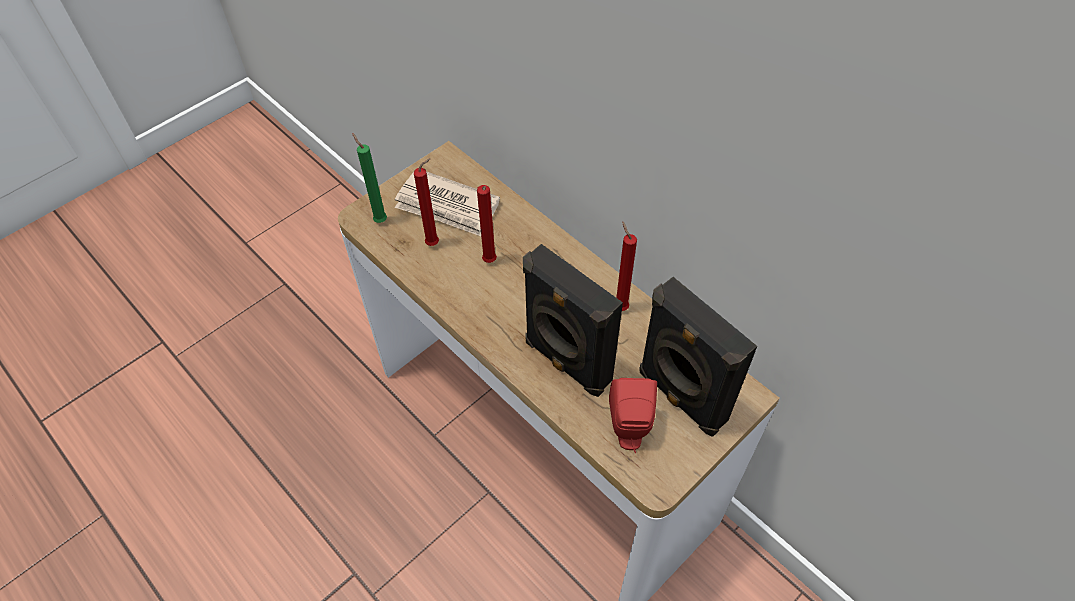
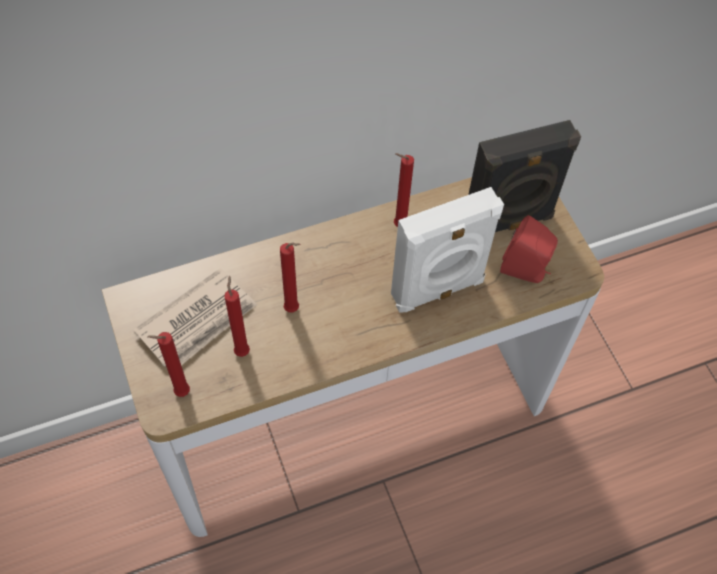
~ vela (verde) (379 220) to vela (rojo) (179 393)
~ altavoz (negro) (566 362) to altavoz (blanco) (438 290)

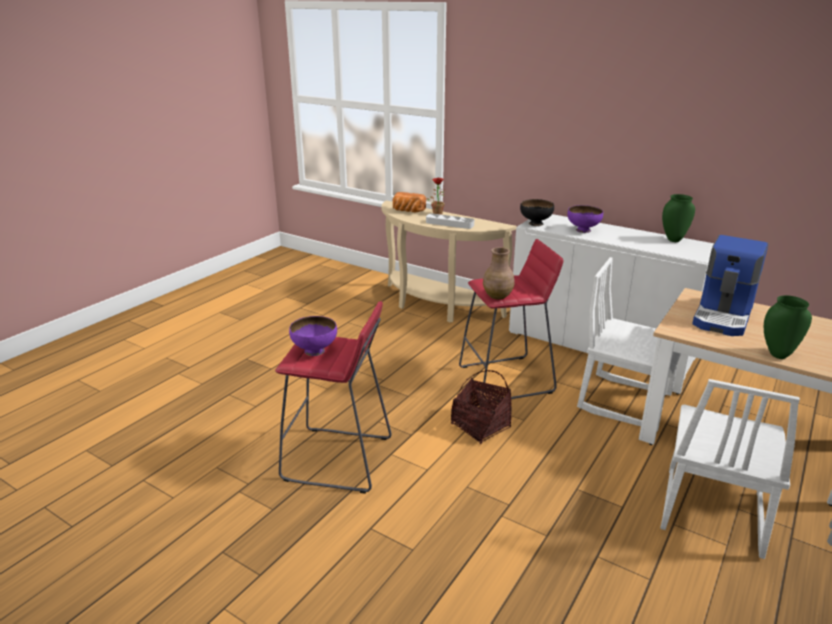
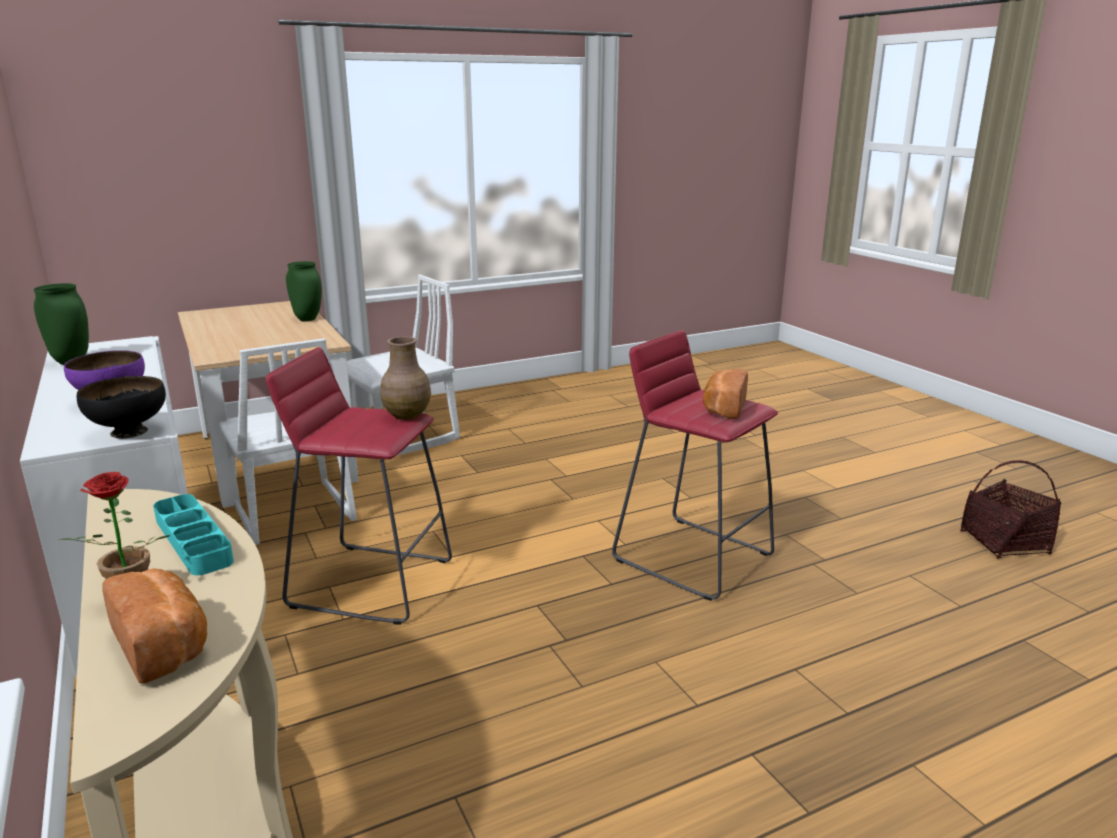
- cafetera (724 316)
~ cesta (480 426) to (1004 543)
~ cuenco (morado) (314 351) to pan (723 408)
~ bandeja (gris) (449 224) to bandeja (turquesa) (193 540)

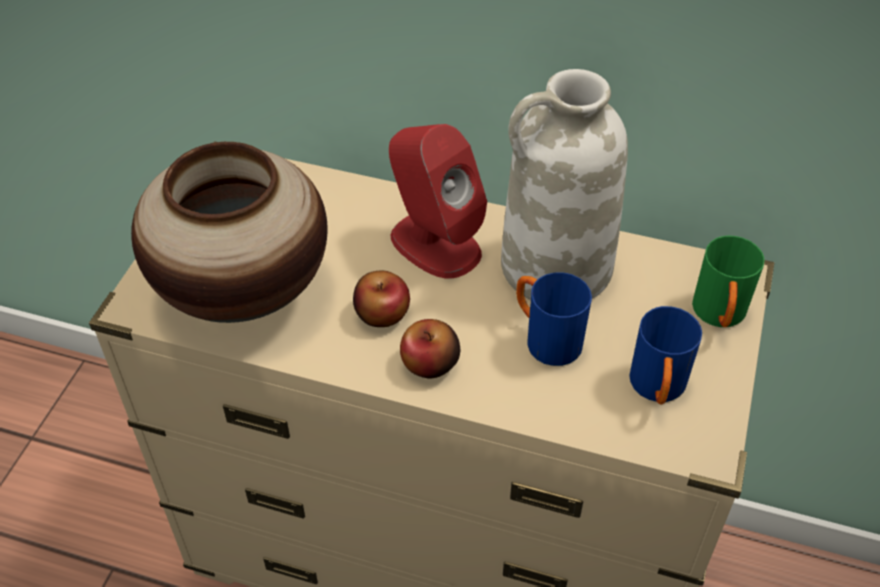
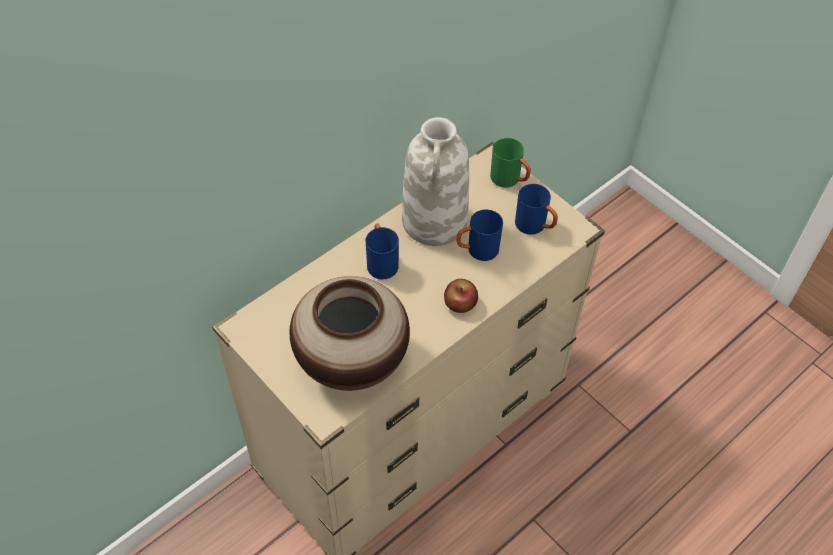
- manzana (382 313)
~ altavoz (rojo) (434 243) to taza grande (azul) (381 262)

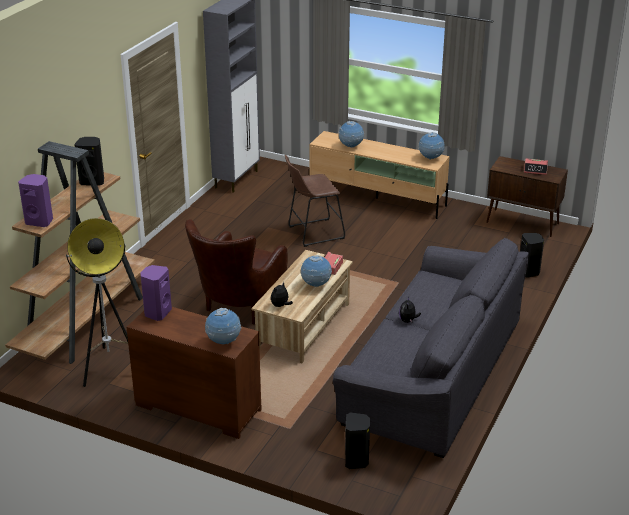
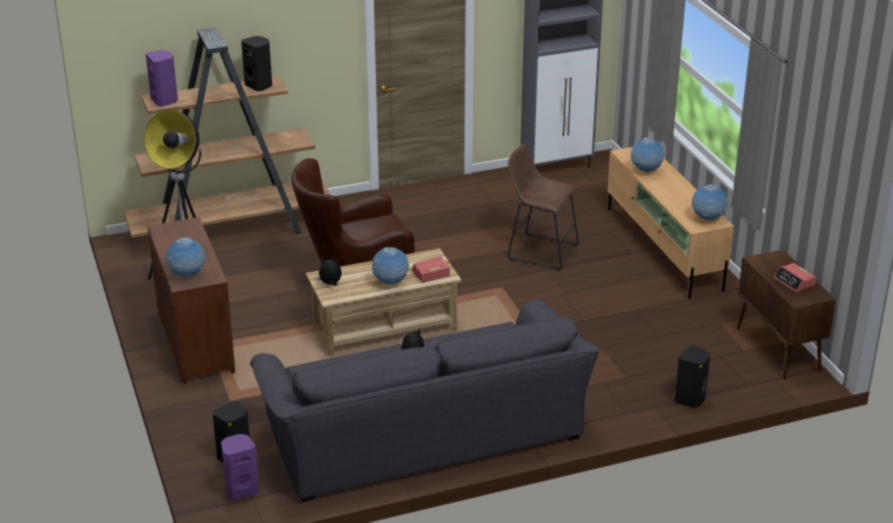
~ altavoz (morado) (157 313) to (241 490)

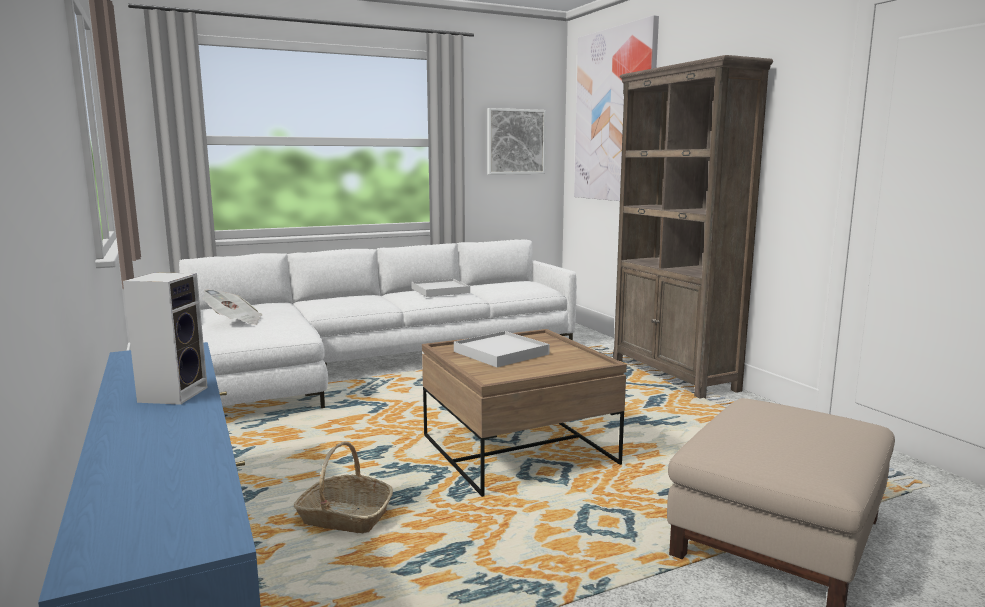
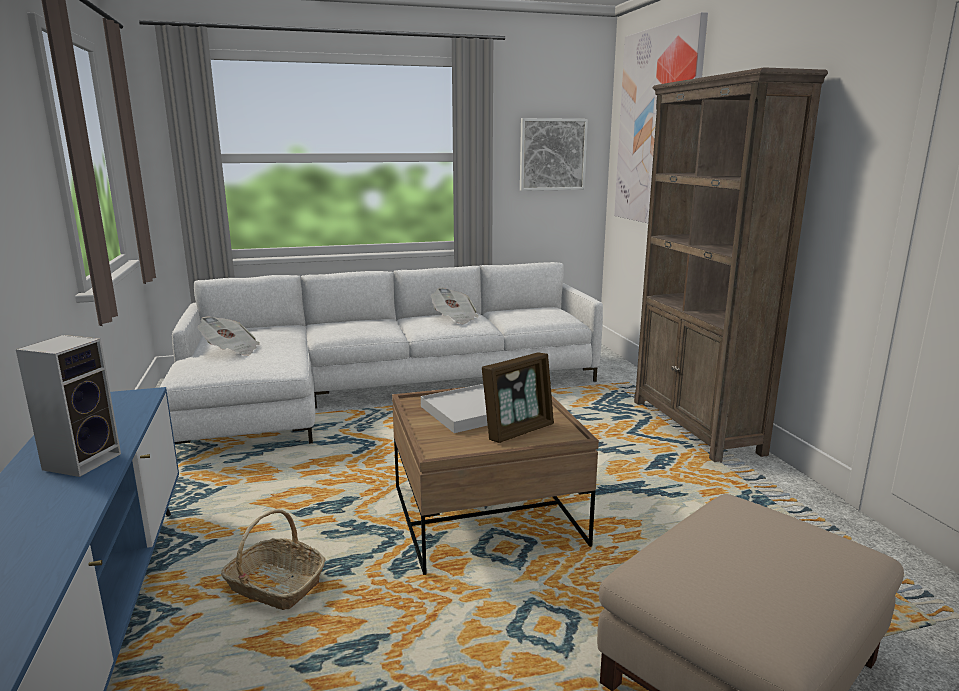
+ portarretratos (518 431)
~ bandeja (blanco) (440 291) to periódico (454 318)

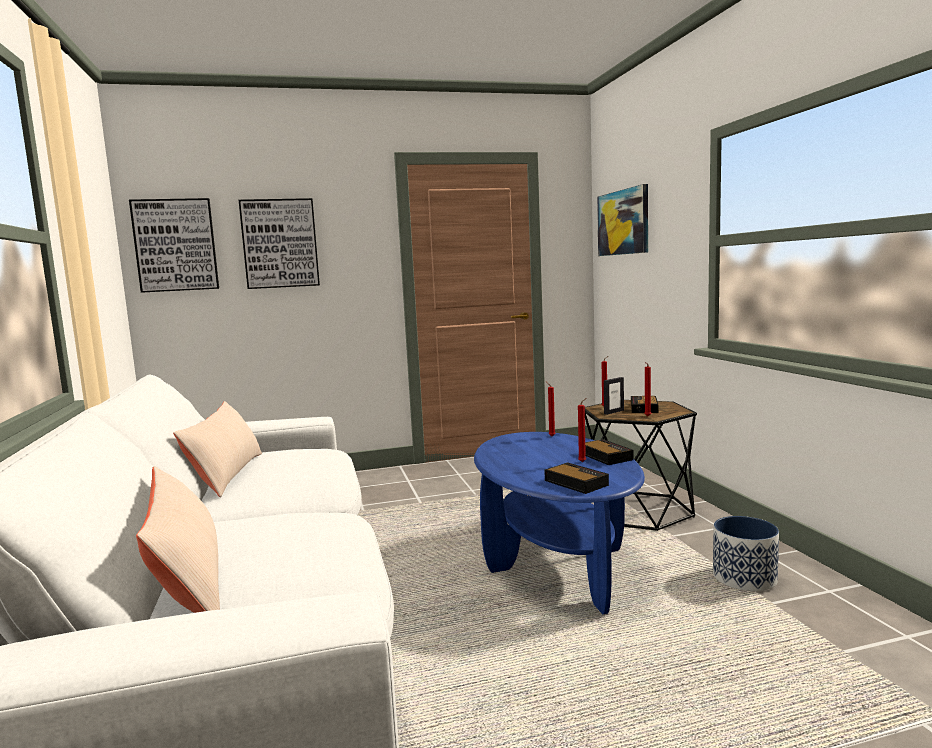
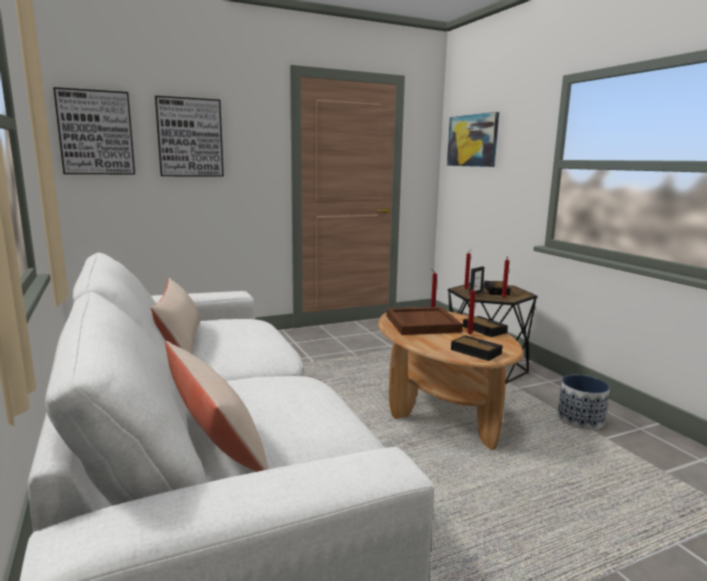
+ bandeja (marrón) (421 323)
~ mesa de centro (azul) (556 561) to mesa de centro (marrón) (440 409)

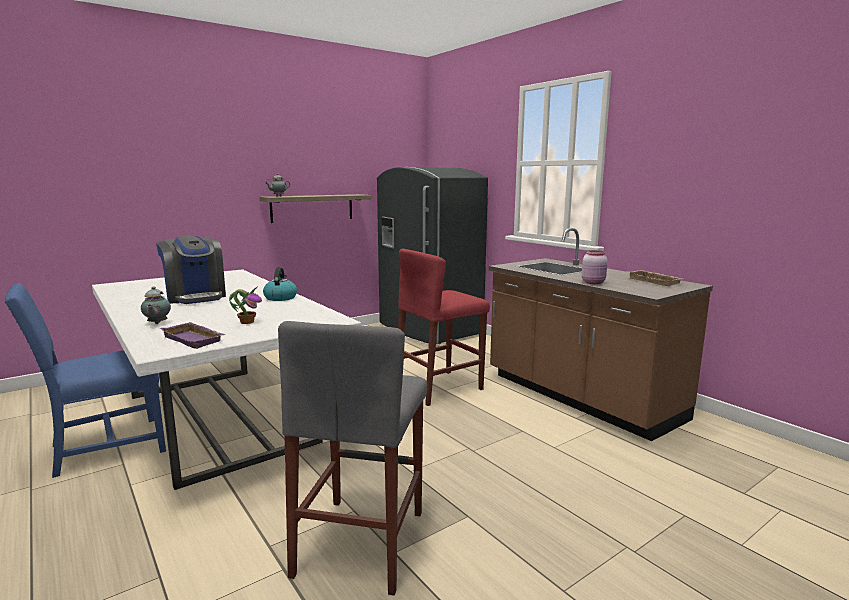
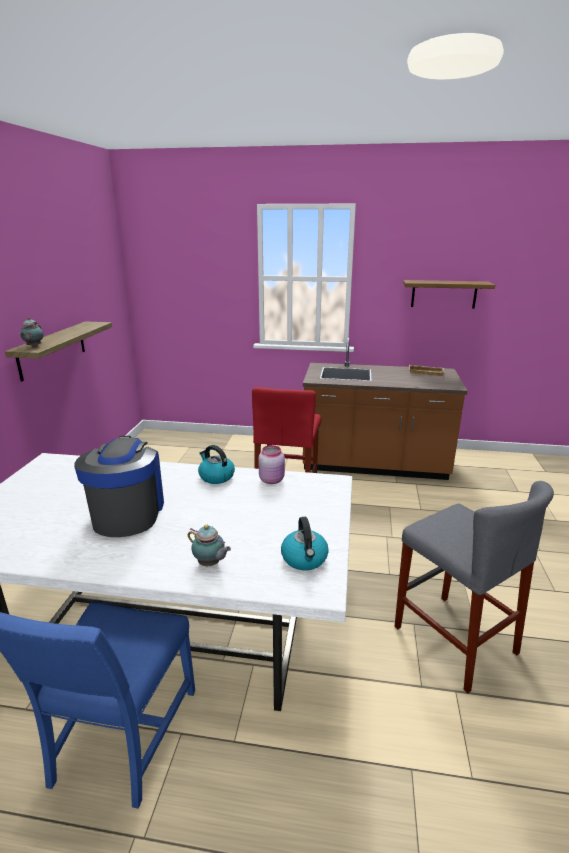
- planta en maceta (247 322)
- nevera (gris) (428 329)
+ estante (444 294)
~ tarro (rosa) (594 282) to (272 480)
~ bandeja (morado) (195 339) to hervidor (304 559)
~ cafetera (195 297) = (128 513) 105 degrees counterclockwise

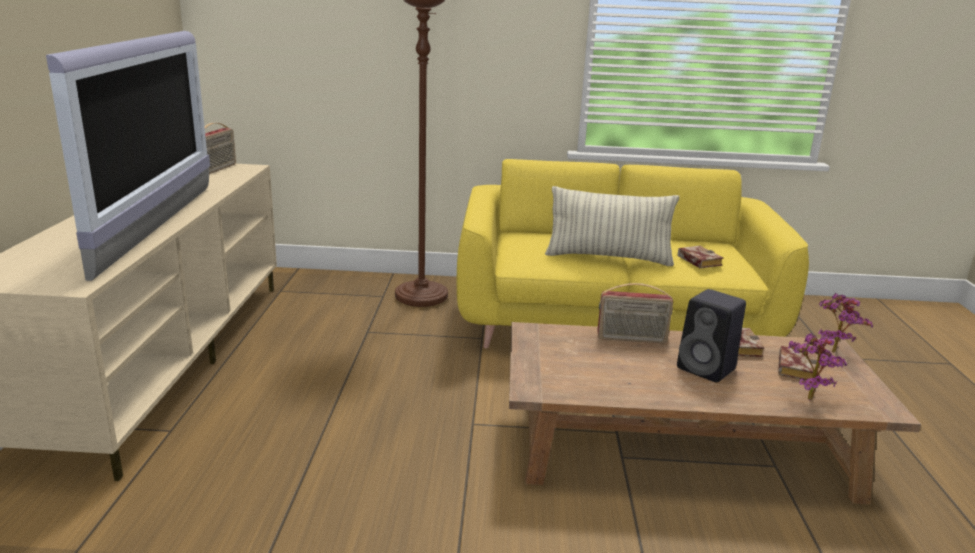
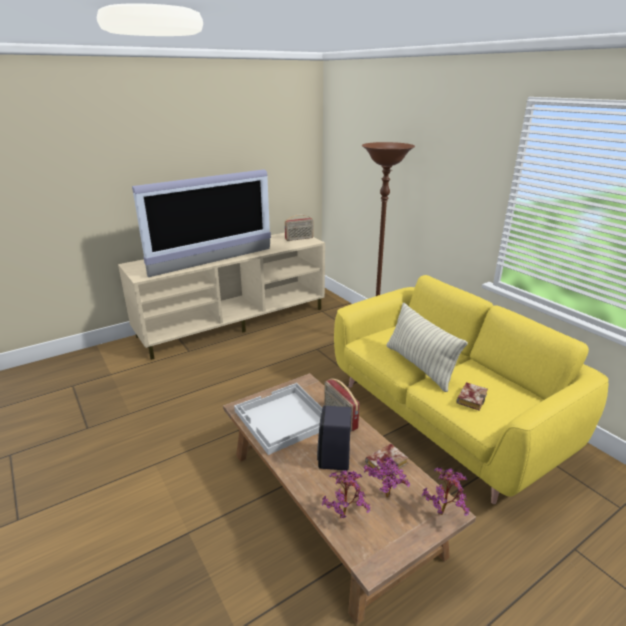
+ bandeja (blanco) (283 419)
~ libro (794 367) to planta en maceta (385 498)

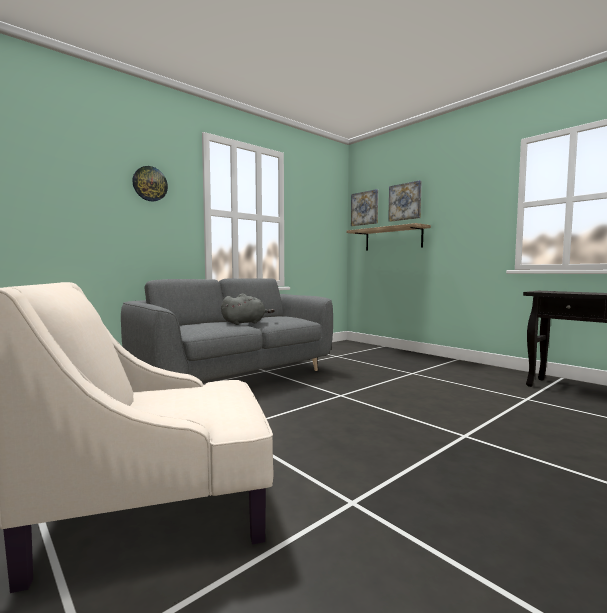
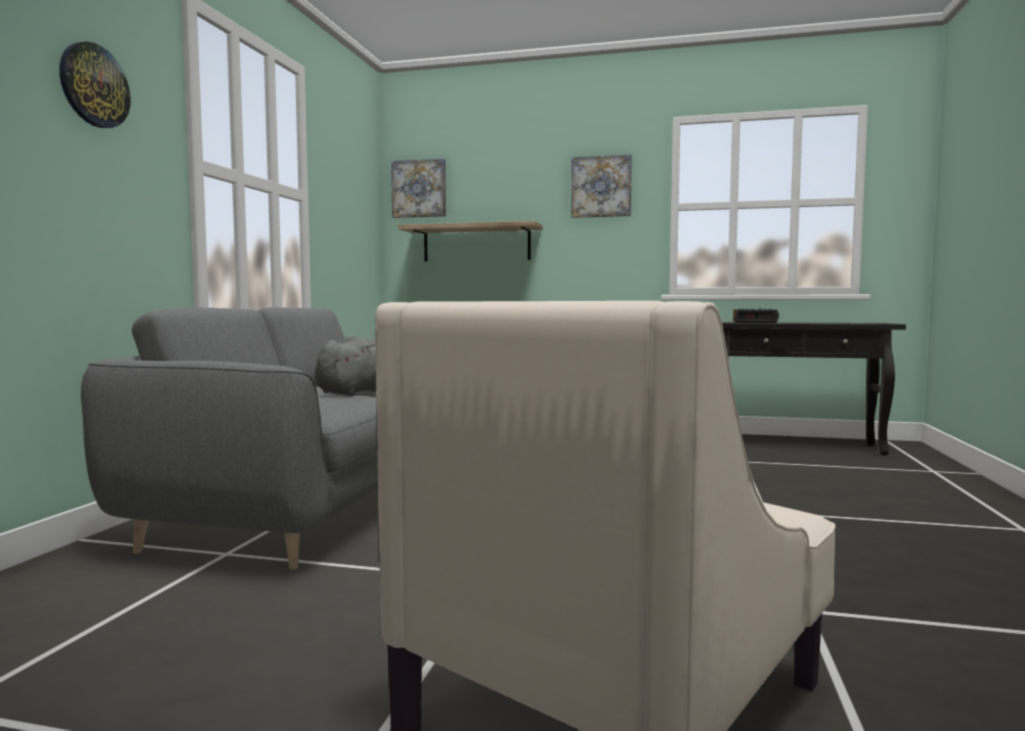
+ despertador (755 322)
~ cuadro (405 201) to (601 187)

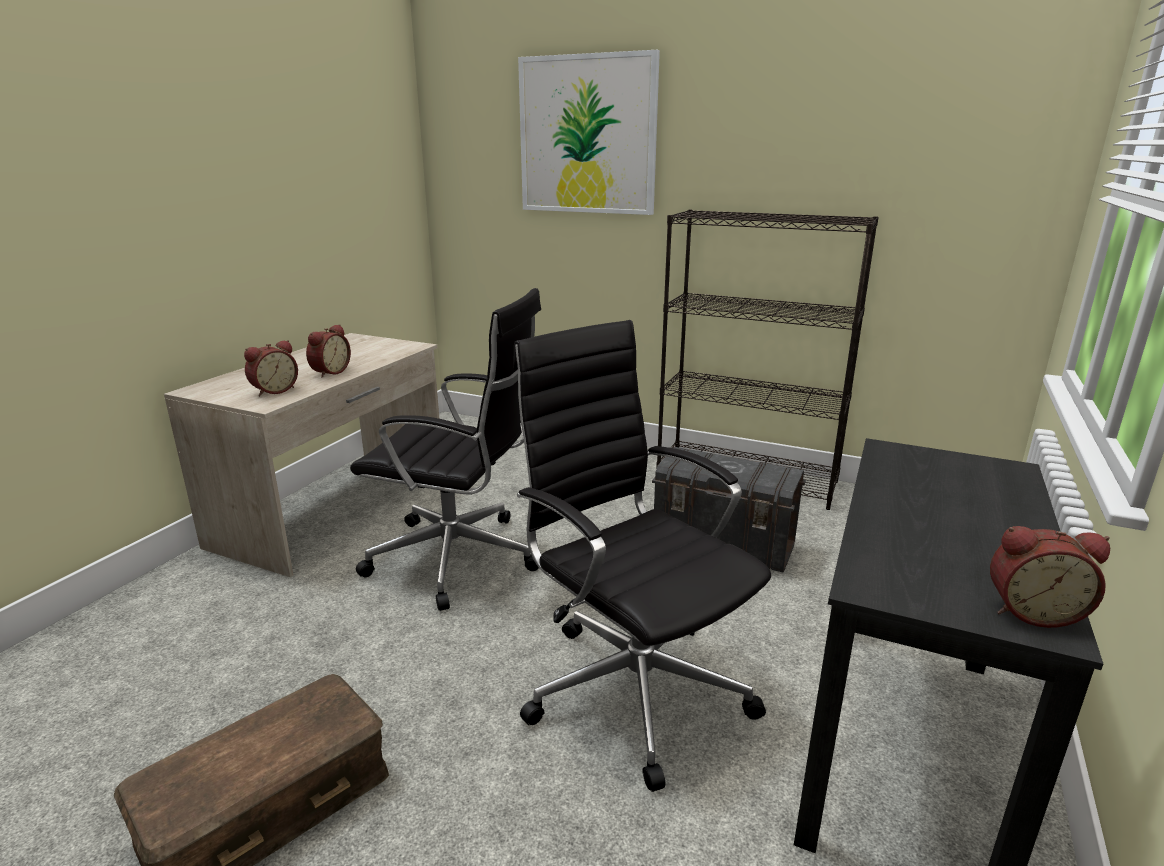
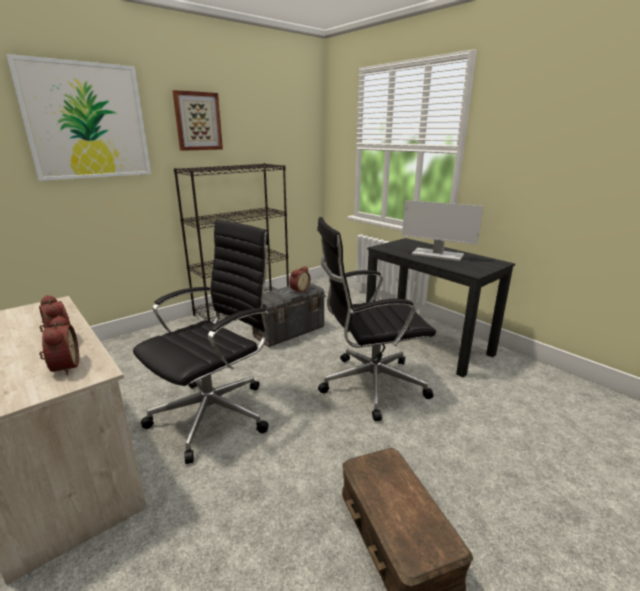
+ cuadro (198 121)
+ monitor (436 255)
~ despertador (1032 611) to (299 290)

